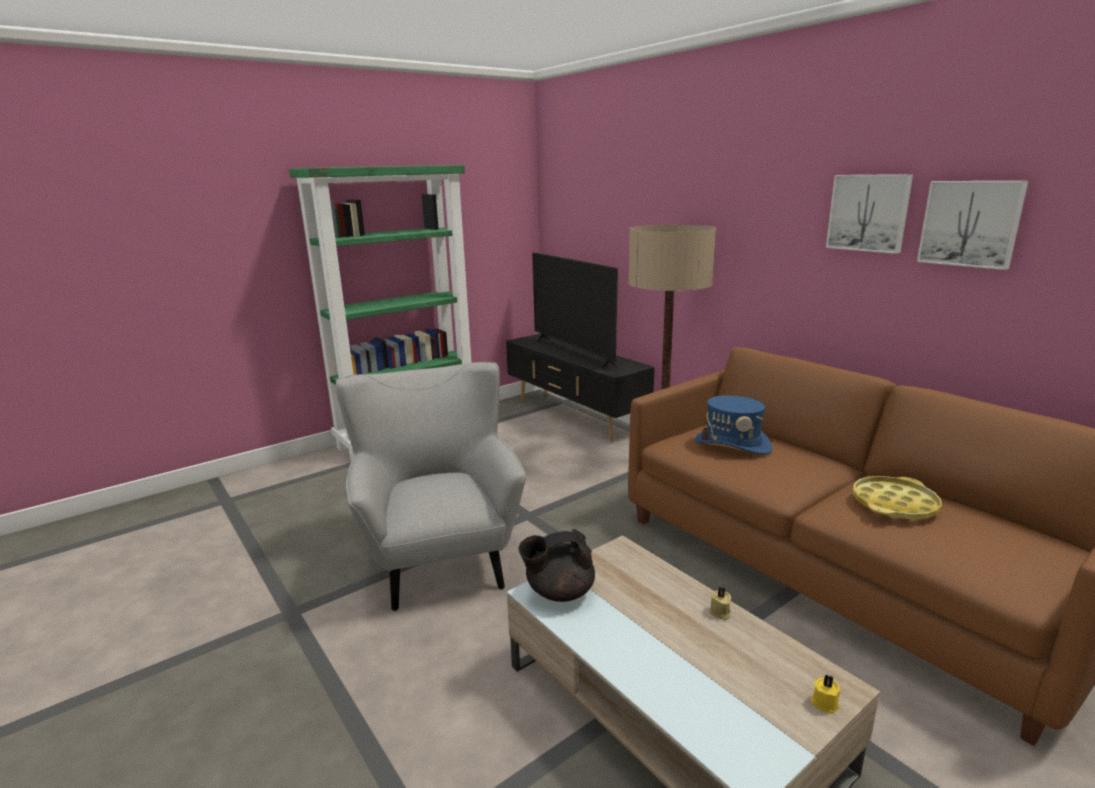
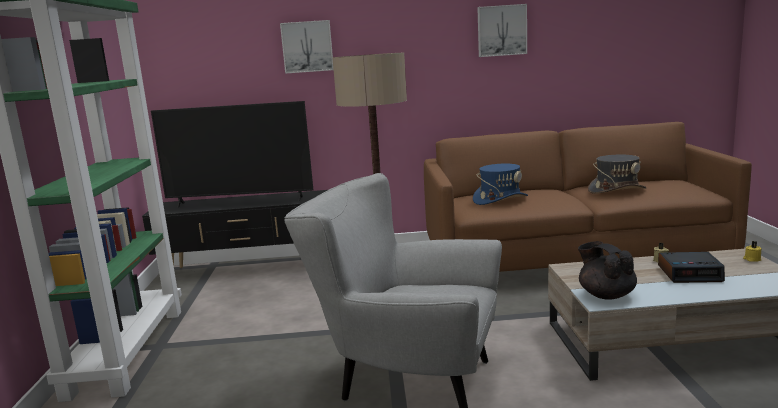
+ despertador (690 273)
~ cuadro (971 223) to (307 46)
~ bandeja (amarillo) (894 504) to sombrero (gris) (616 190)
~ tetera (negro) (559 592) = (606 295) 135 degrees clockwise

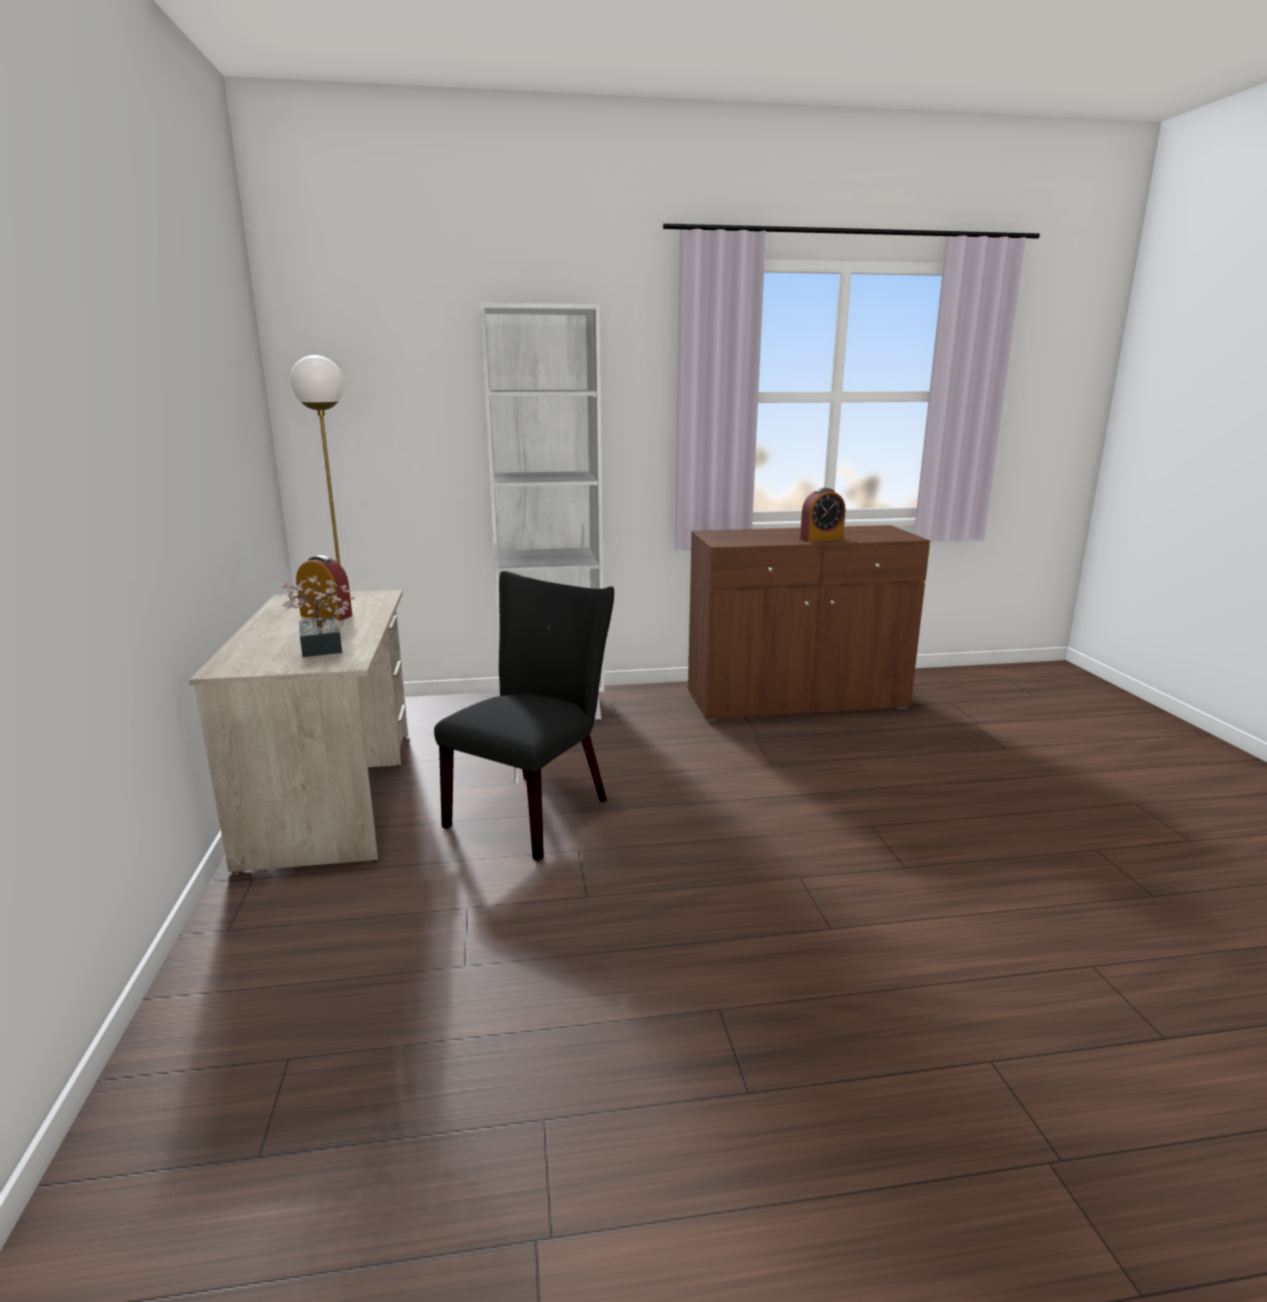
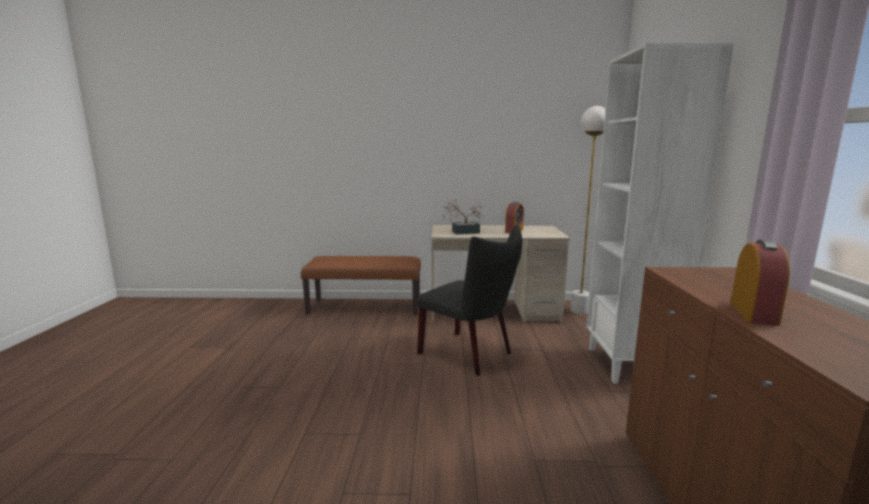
+ banco (marrón) (365 307)
~ despertador (821 539) = (753 313) 150 degrees counterclockwise

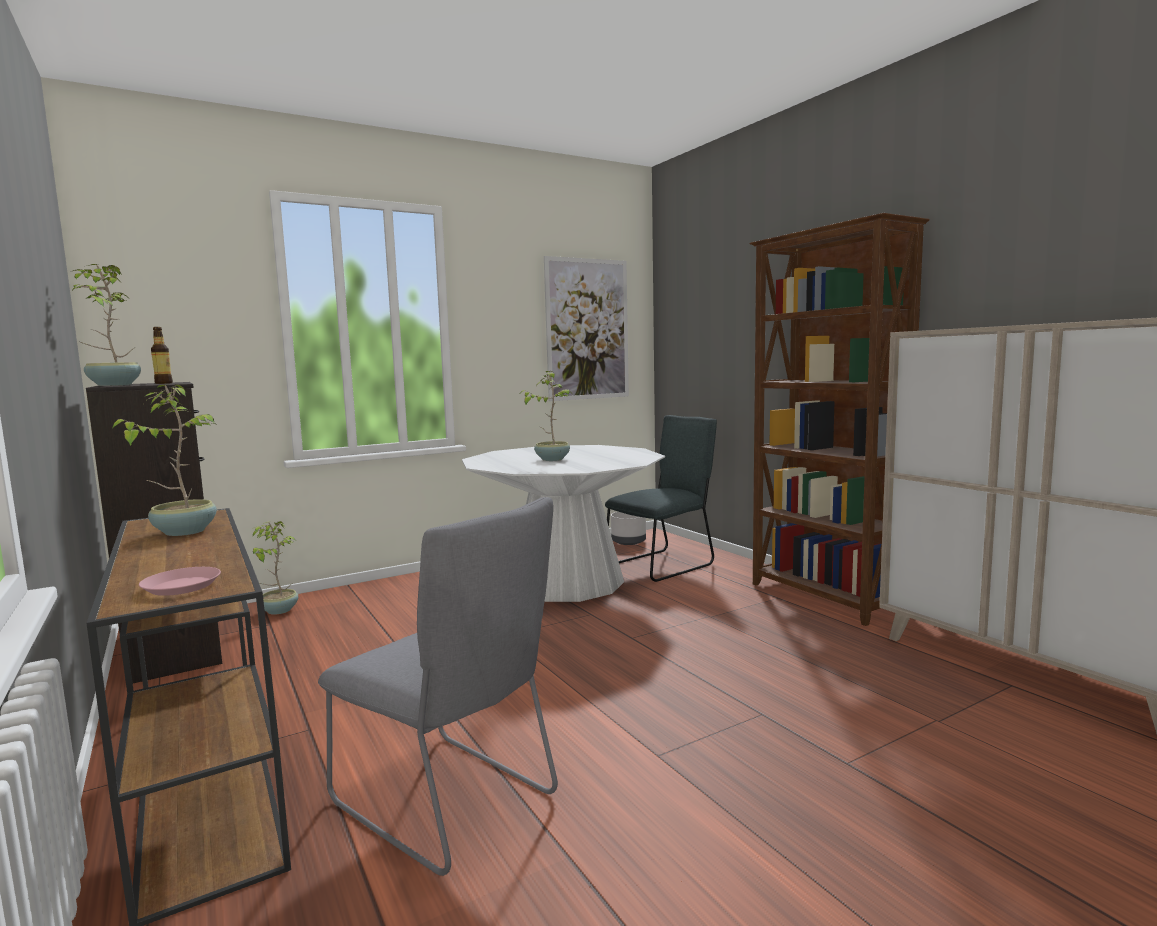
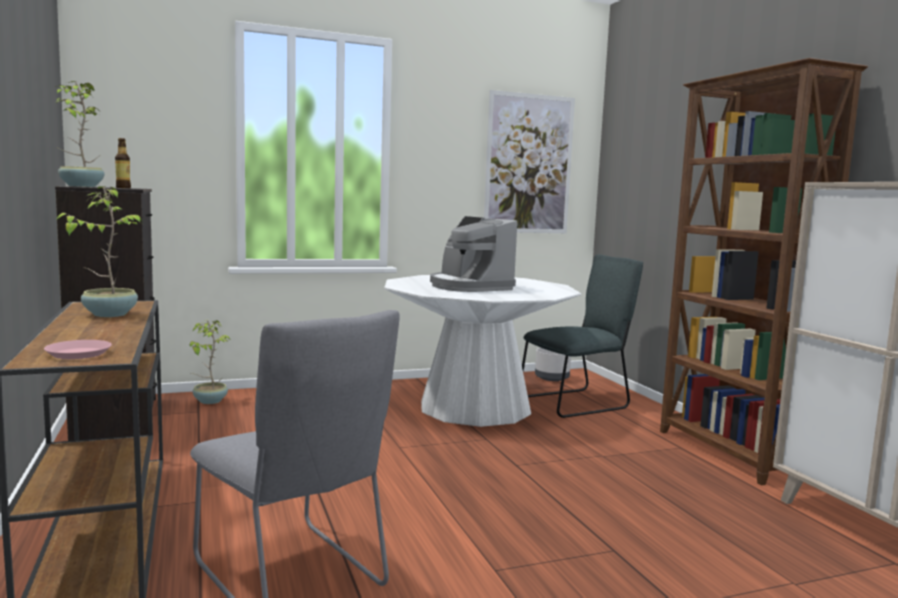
~ planta en maceta (552 459) to cafetera (469 287)

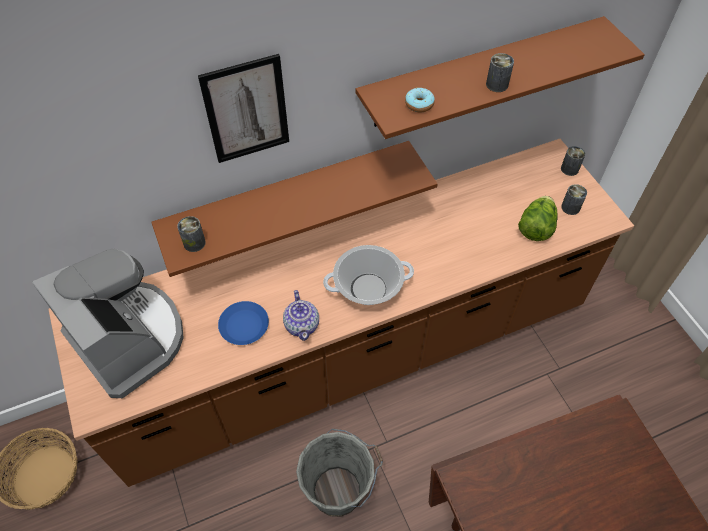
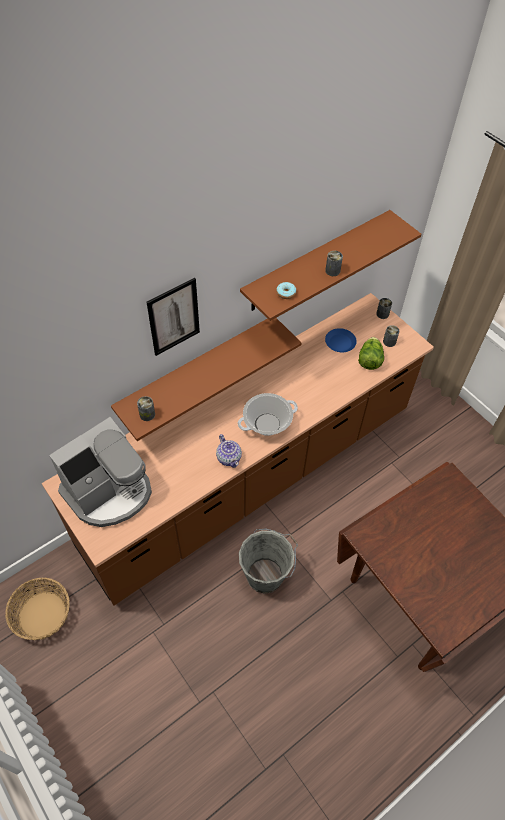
~ plato (azul) (244 325) to (340 342)
~ cafetera (129 338) = (109 491) 105 degrees clockwise

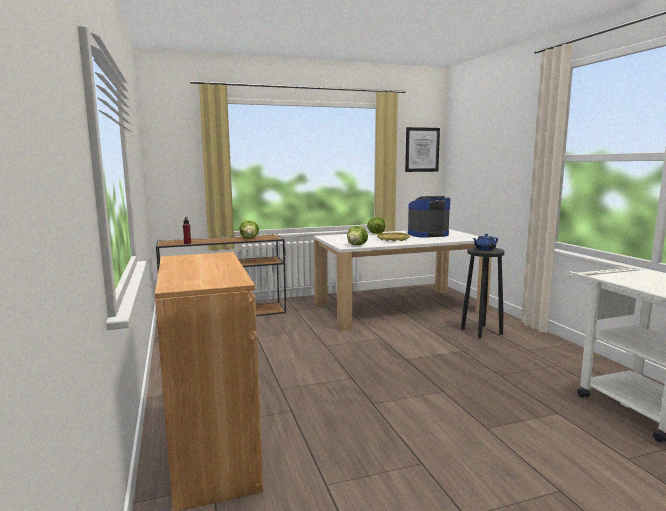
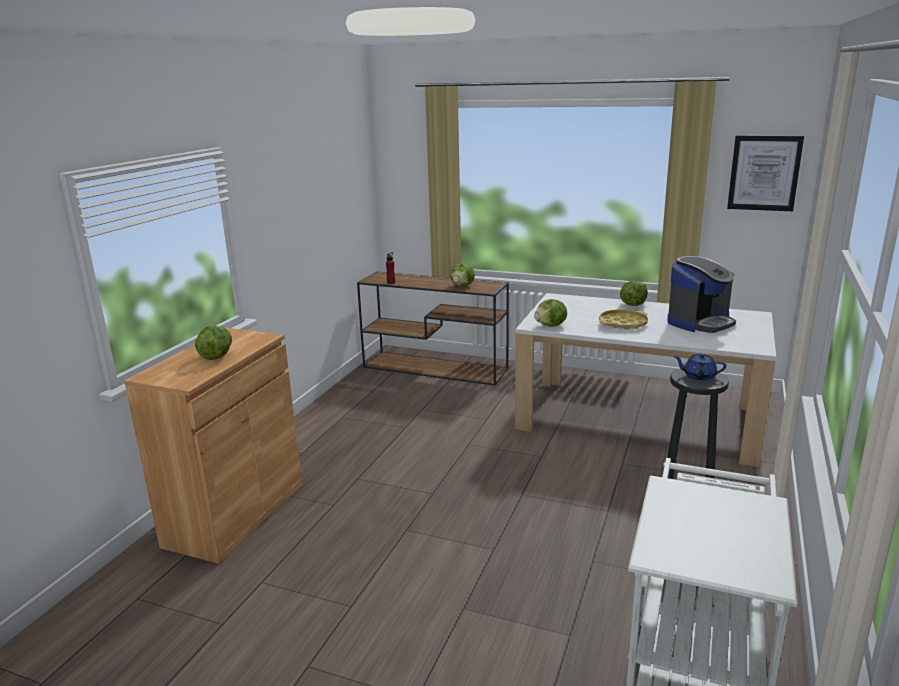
+ lechuga (217 355)
~ cafetera (427 234) = (700 322) 120 degrees clockwise

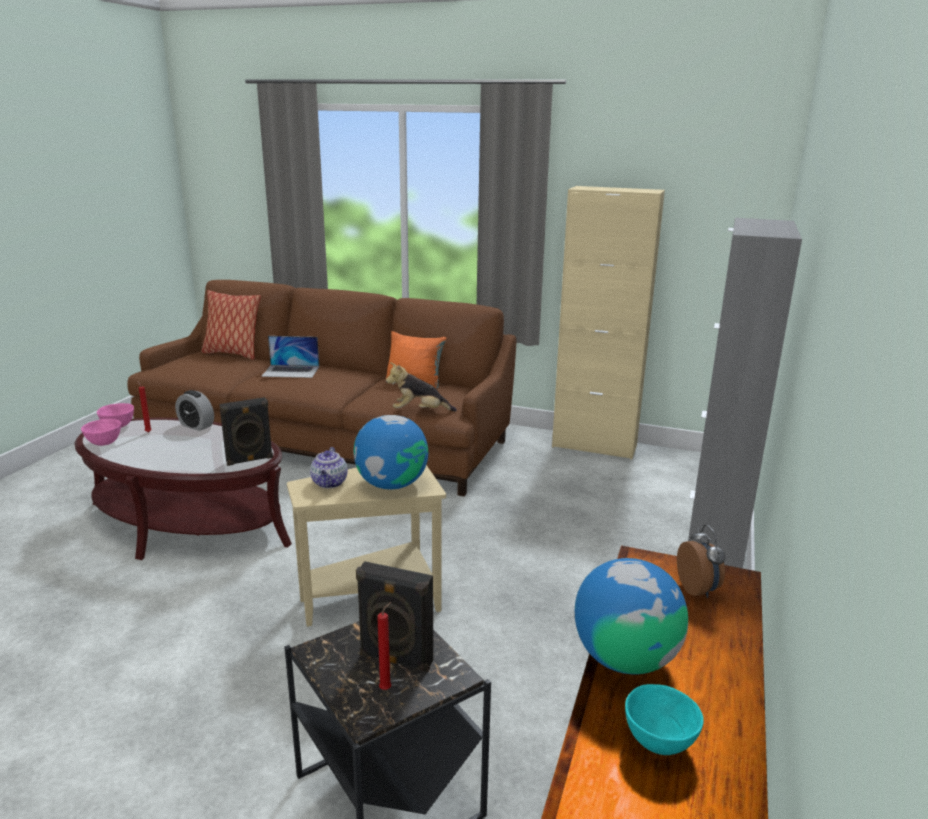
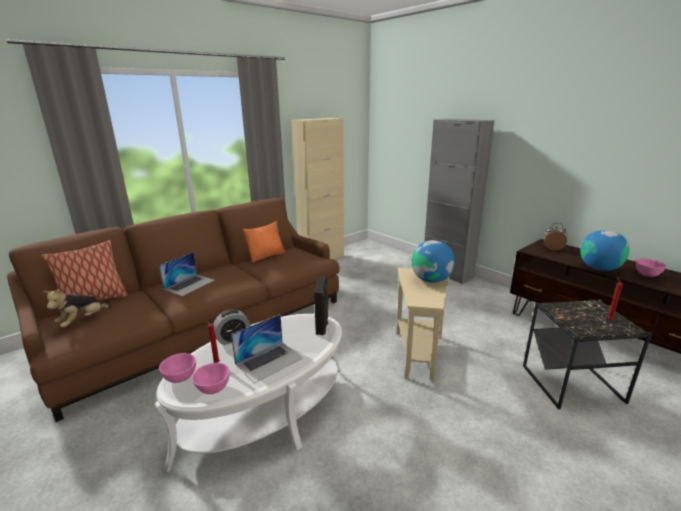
- tetera (330 483)
- altavoz (negro) (395 660)
+ portátil (269 361)
~ peluche (419 412) to (83 321)
~ mesa de centro (marrón) (188 523) to mesa de centro (blanco) (265 412)
~ cuenco (turquesa) (658 741) to cuenco (rosa) (646 275)

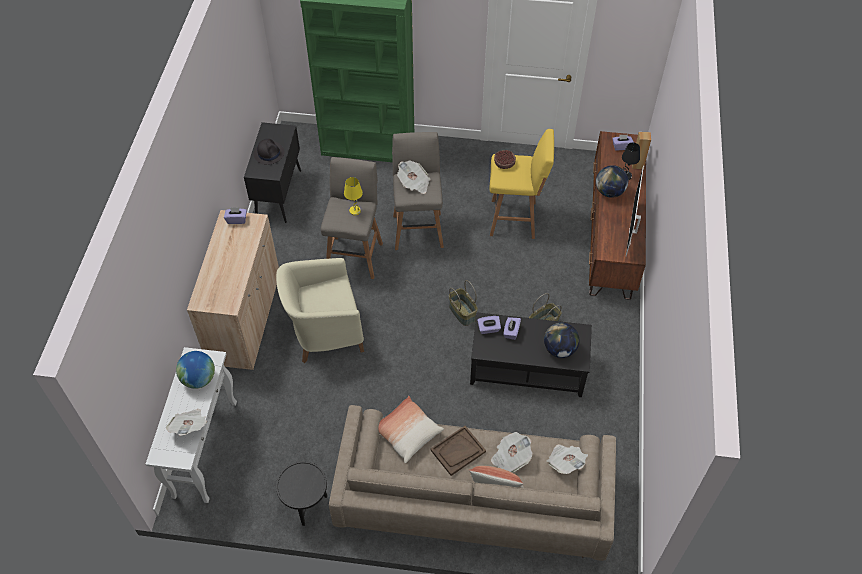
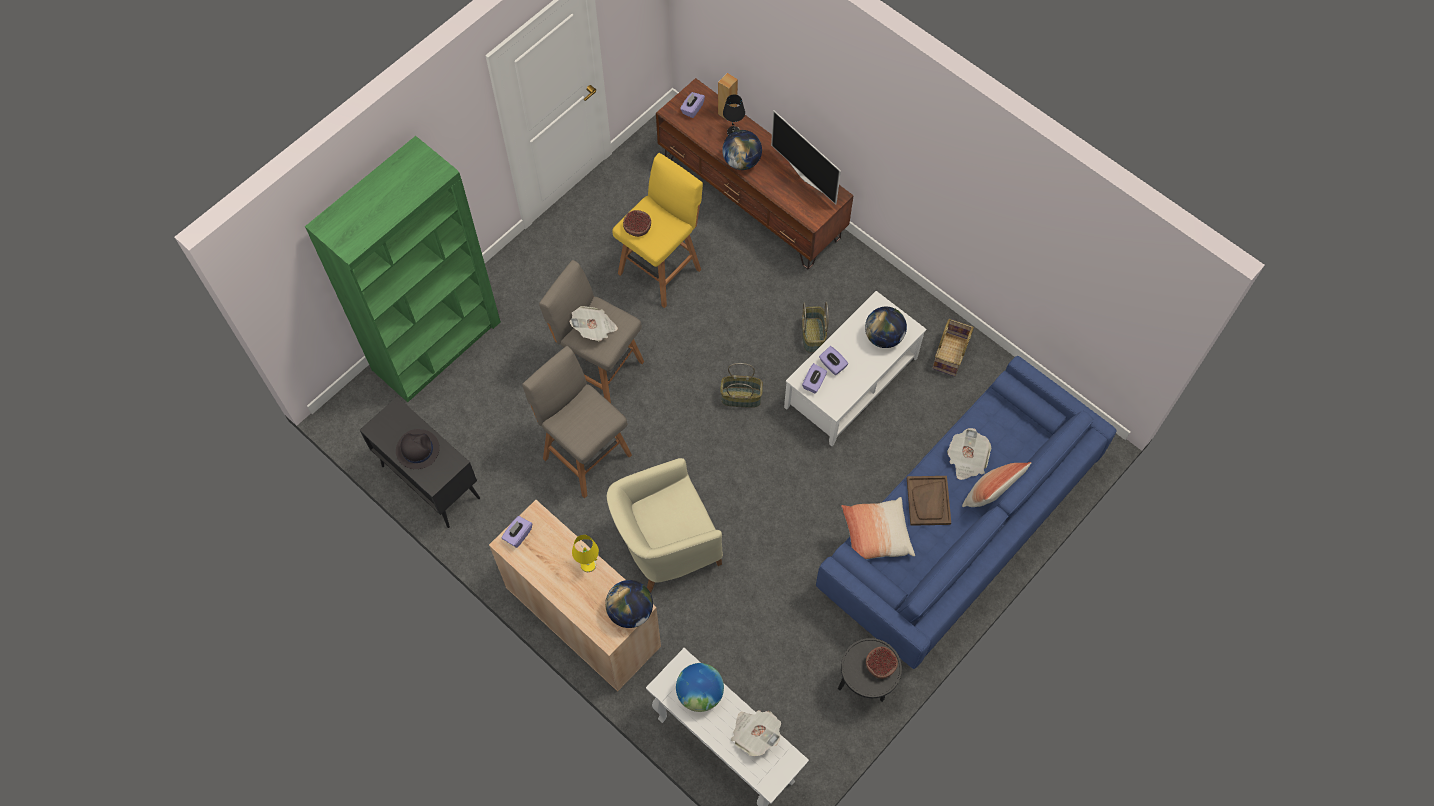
- periódico (565 462)
+ globo terráqueo (630 611)
+ cuenco (880 665)
+ cesta (951 354)
~ lámpara de mesa (amarillo) (355 211) to (588 564)
~ sofá (beis) (473 498) to sofá (azul) (958 525)
~ mesa de centro (negro) (527 369) to mesa de centro (blanco) (852 383)
~ sillón (beis) (324 333) = (665 546) 45 degrees clockwise

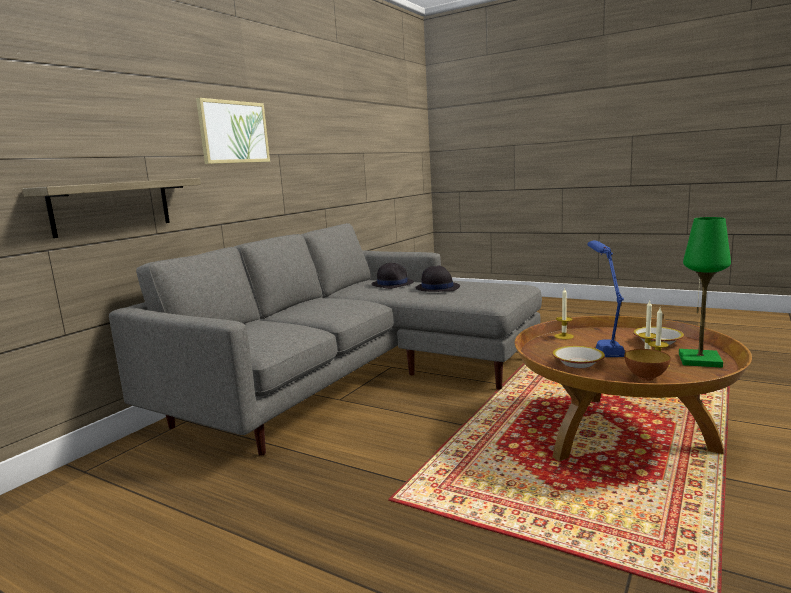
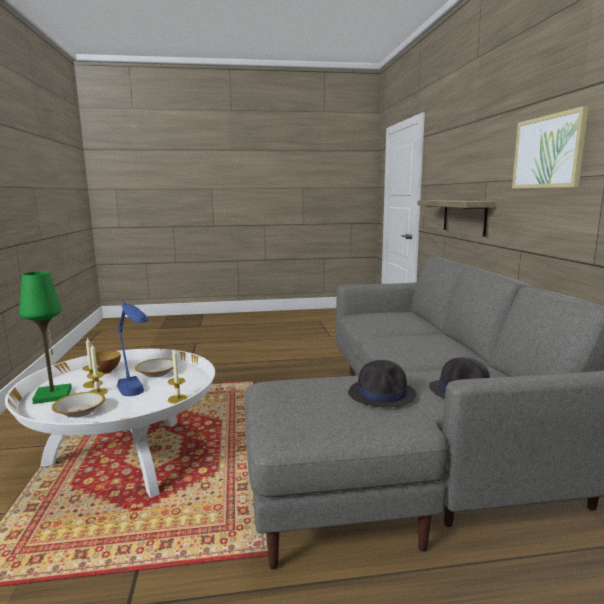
~ mesa de centro (marrón) (621 434) to mesa de centro (blanco) (126 458)

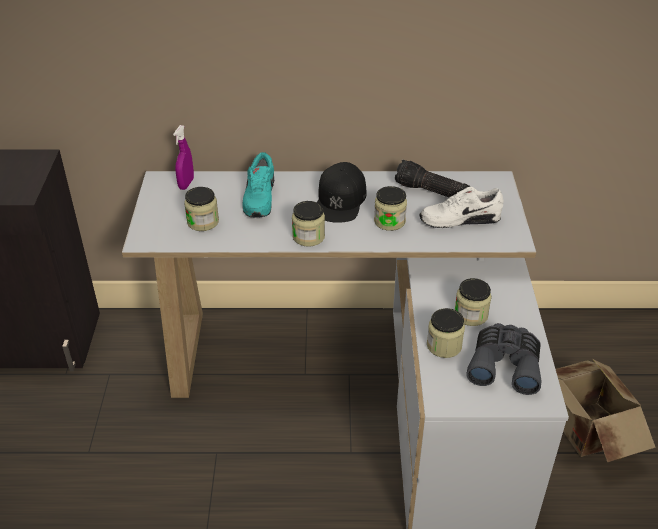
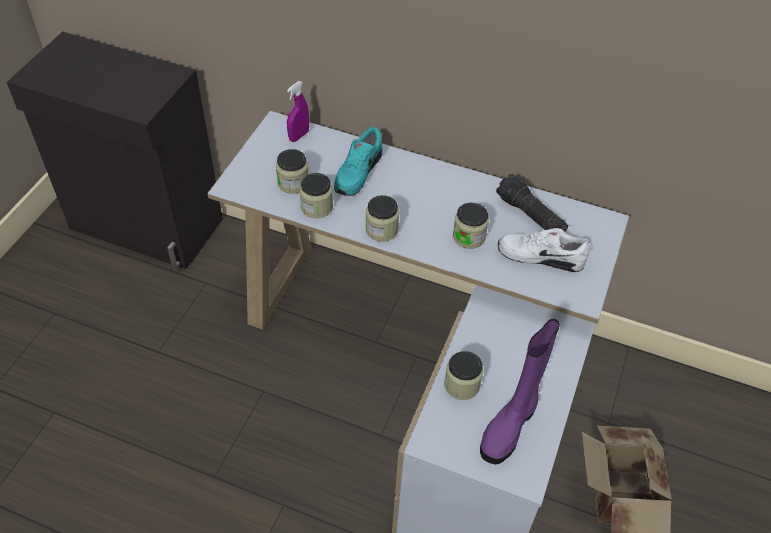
- gorra (negro) (340 200)
~ tarro (471 315) to (317 207)
~ prismáticos (gris) (505 364) to bota (morado) (510 426)

